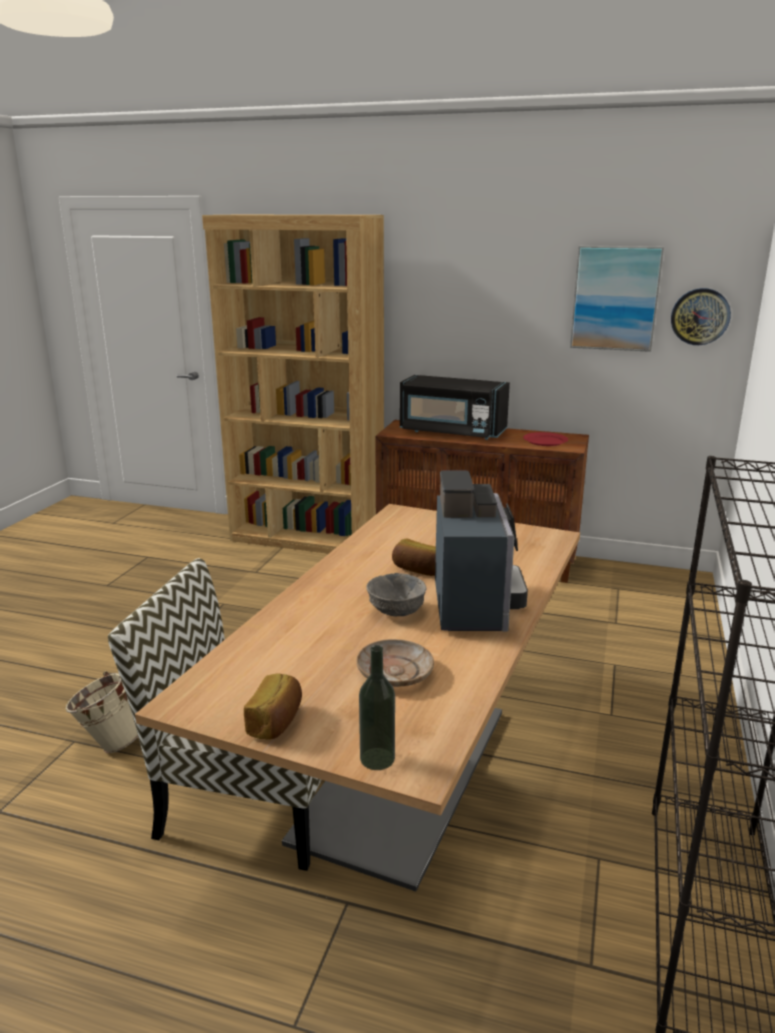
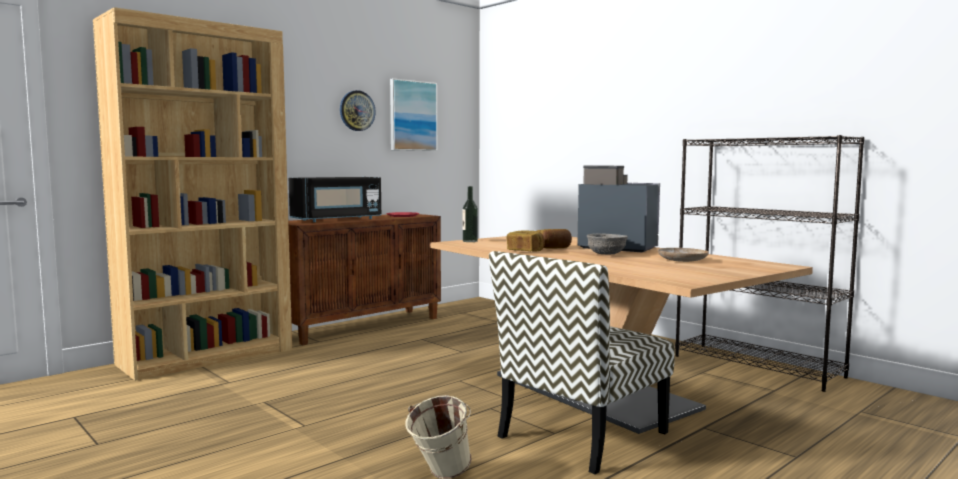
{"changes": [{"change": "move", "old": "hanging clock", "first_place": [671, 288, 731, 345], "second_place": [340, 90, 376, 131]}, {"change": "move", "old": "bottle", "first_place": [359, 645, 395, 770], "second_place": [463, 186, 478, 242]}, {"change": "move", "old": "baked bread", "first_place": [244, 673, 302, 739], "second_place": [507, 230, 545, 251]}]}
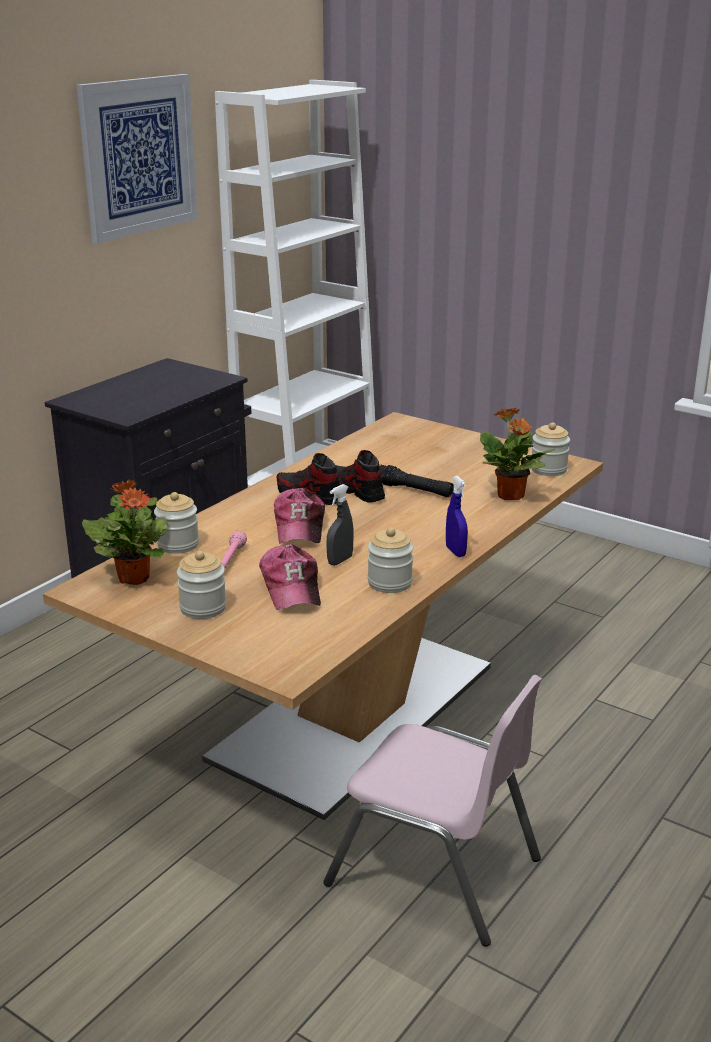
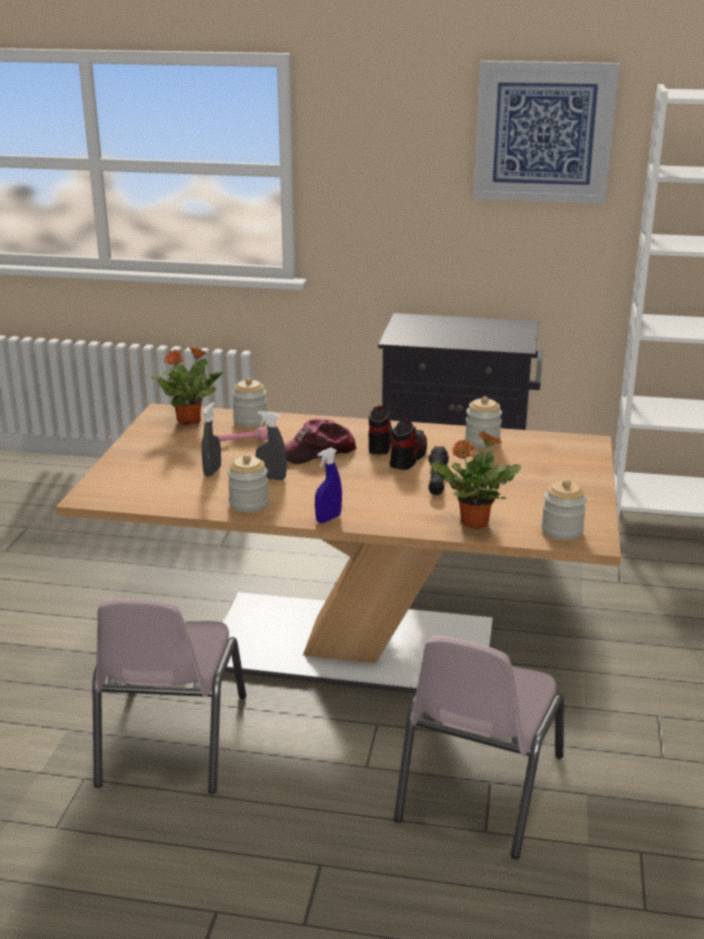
{"changes": [{"change": "replace", "old": "baseball cap", "new": "grey sprayer", "first_place": [259, 544, 321, 610], "second_place": [202, 402, 221, 476]}, {"change": "insert", "new": "pinkish chair", "second_place": [394, 636, 564, 859]}, {"change": "move", "old": "preserve jar", "first_place": [177, 551, 226, 619], "second_place": [465, 396, 502, 448]}]}
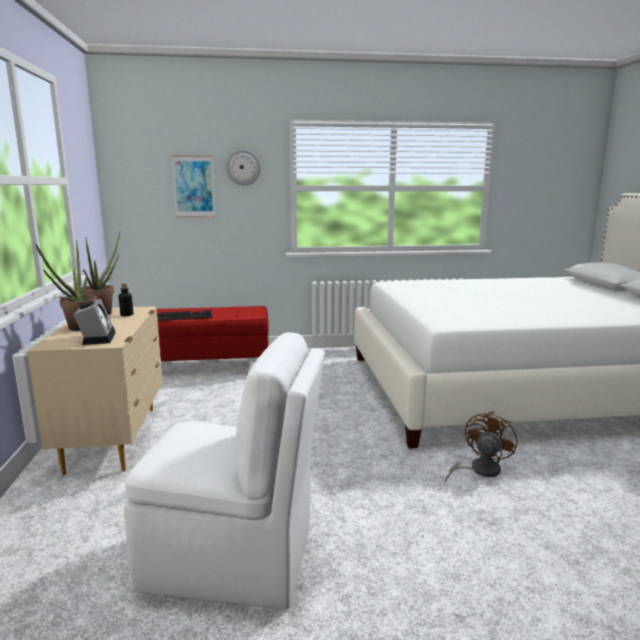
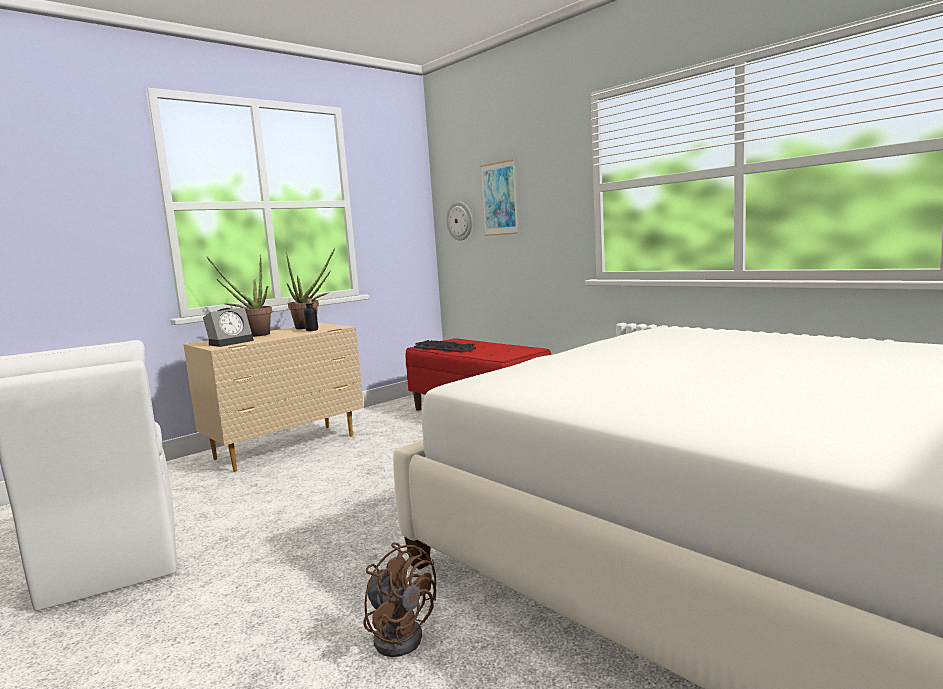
{"changes": [{"change": "rotate", "old": "brownish electric fan", "first_place": [445, 411, 517, 482], "second_place": [364, 542, 436, 657], "degrees": 45}, {"change": "move", "old": "hanging clock", "first_place": [226, 149, 261, 185], "second_place": [446, 201, 472, 241]}]}
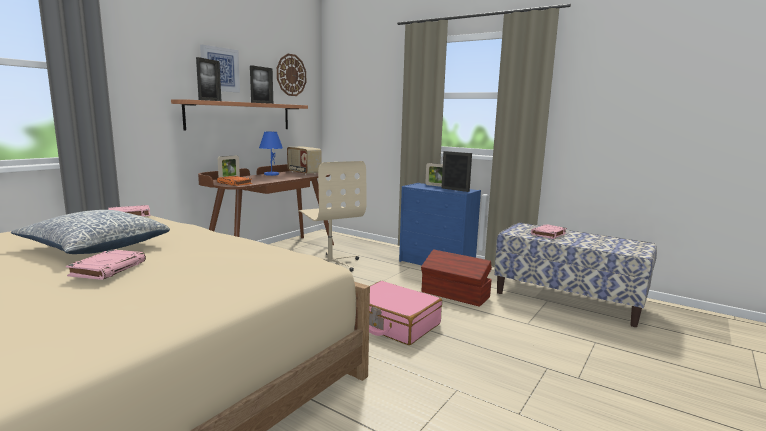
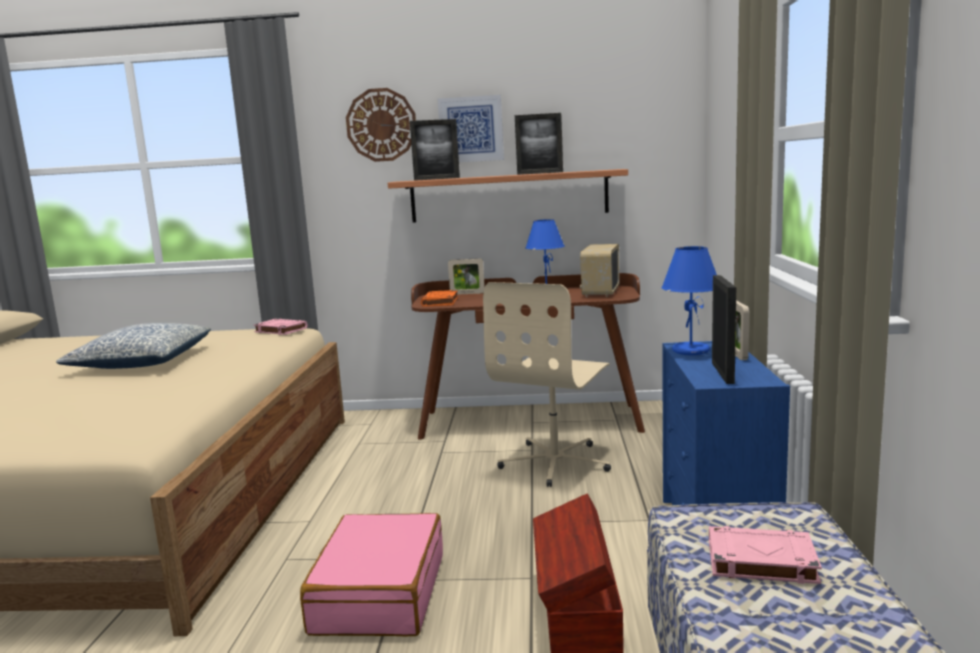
{"changes": [{"change": "move", "old": "hanging clock", "first_place": [277, 54, 306, 96], "second_place": [346, 88, 416, 162]}, {"change": "insert", "new": "bluish lamp for a table", "second_place": [661, 246, 717, 355]}, {"change": "delete", "old": "pinkish volume", "first_place": [66, 249, 146, 280]}]}
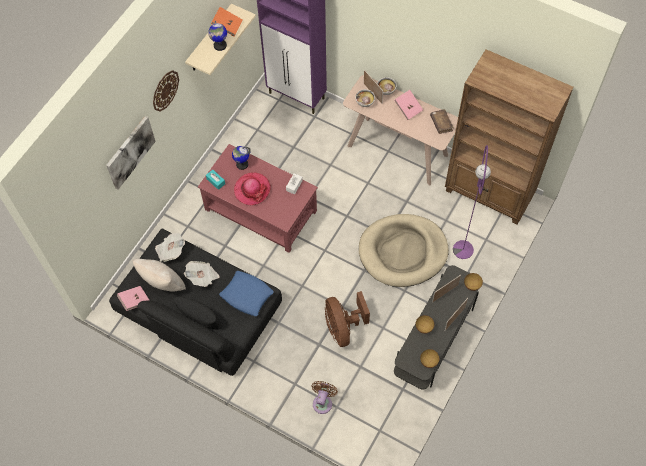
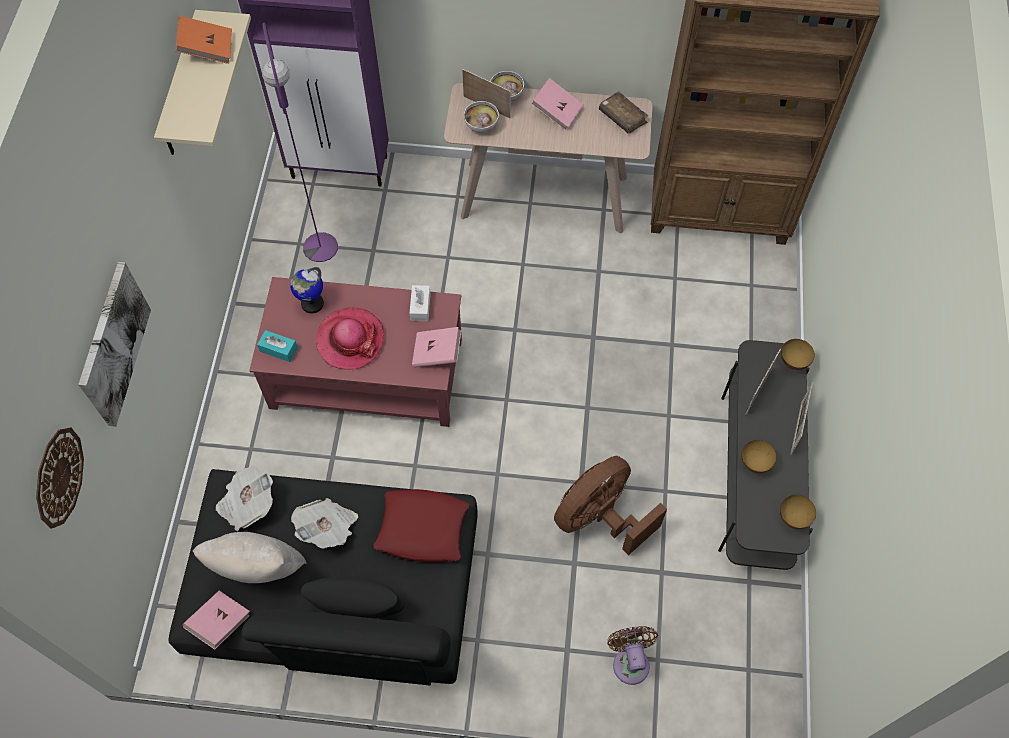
{"changes": [{"change": "move", "old": "hanging clock", "first_place": [153, 70, 179, 112], "second_place": [36, 428, 84, 528]}, {"change": "move", "old": "purple standing lamp", "first_place": [453, 145, 491, 259], "second_place": [262, 22, 338, 262]}, {"change": "recolor", "old": "bluish cushion", "new": "red-coloured cushion", "first_place": [219, 271, 274, 316], "second_place": [373, 489, 469, 562]}, {"change": "insert", "new": "pinkish volume", "second_place": [412, 327, 461, 367]}, {"change": "rotate", "old": "brownish electric fan", "first_place": [325, 291, 370, 347], "second_place": [554, 456, 667, 555], "degrees": 90}, {"change": "delete", "old": "desk globe", "first_place": [208, 20, 227, 51]}, {"change": "delete", "old": "sand-coloured dog bed", "first_place": [359, 214, 449, 287]}]}
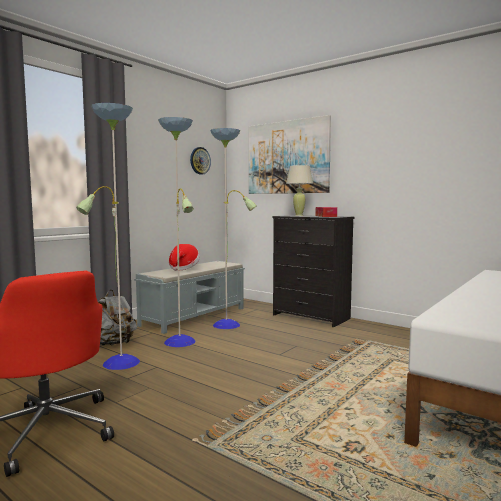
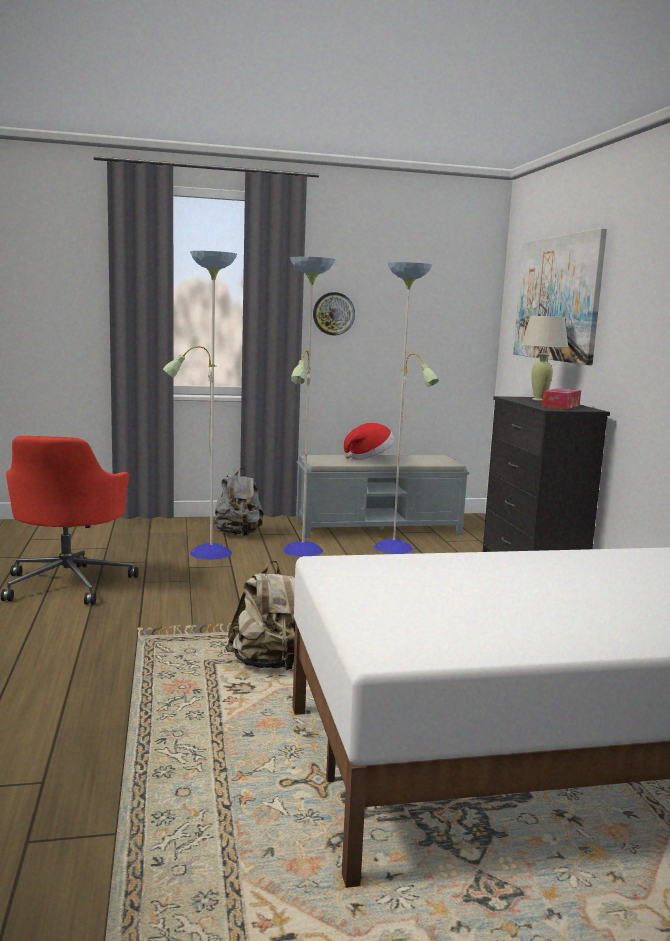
{"changes": [{"change": "insert", "new": "sand-coloured backpack", "second_place": [225, 561, 295, 670]}, {"change": "move", "old": "hanging clock", "first_place": [190, 147, 211, 175], "second_place": [313, 292, 355, 335]}]}
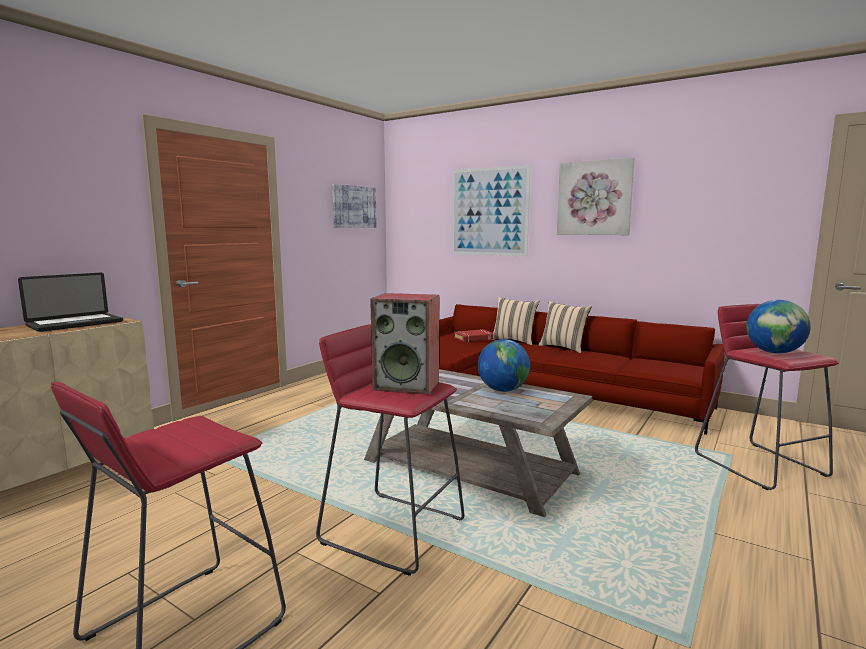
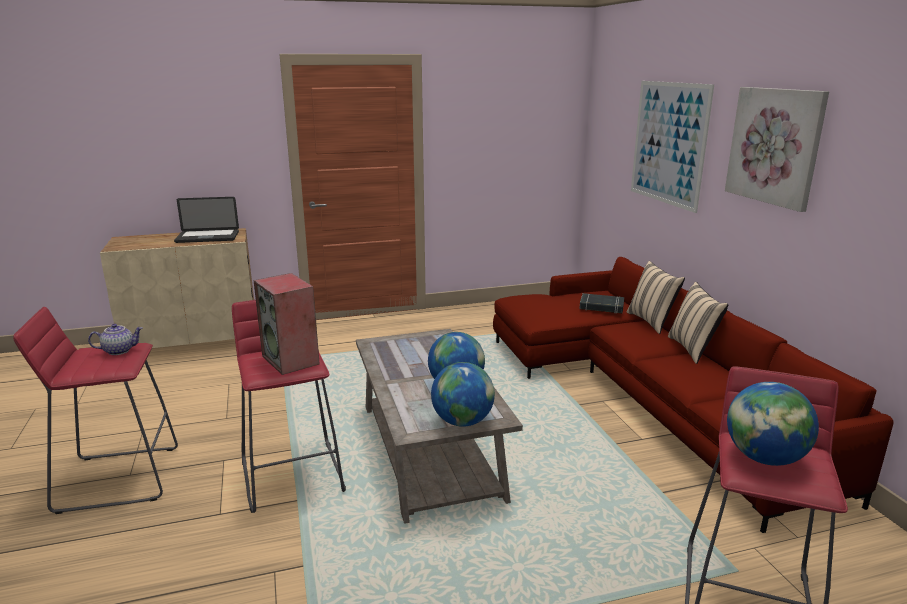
{"changes": [{"change": "insert", "new": "pot for tea", "second_place": [88, 324, 143, 355]}, {"change": "insert", "new": "desk globe", "second_place": [431, 362, 495, 427]}, {"change": "recolor", "old": "red-coloured volume", "new": "black volume", "first_place": [454, 329, 494, 342], "second_place": [579, 293, 624, 313]}, {"change": "delete", "old": "picture", "first_place": [332, 184, 377, 228]}]}
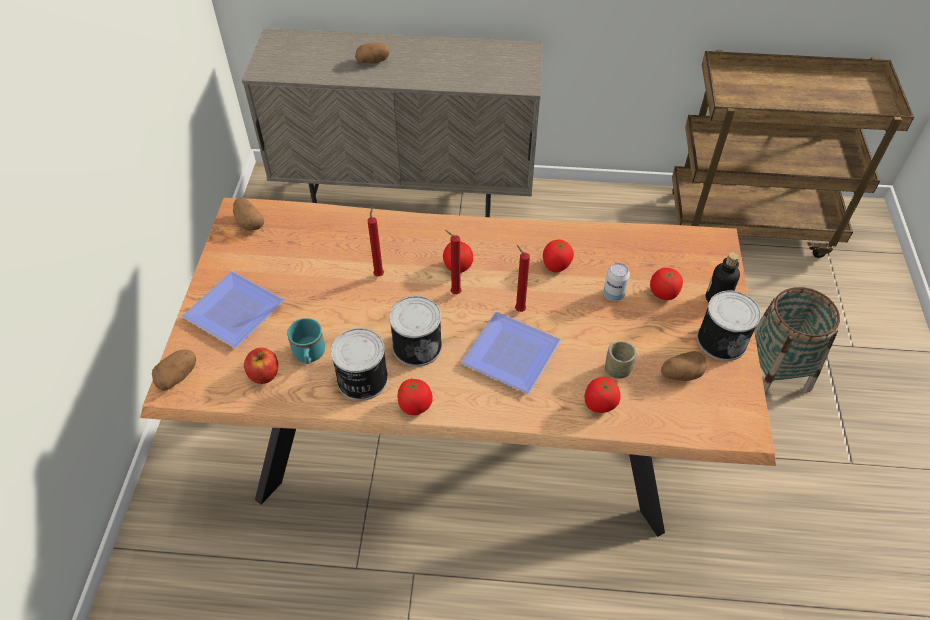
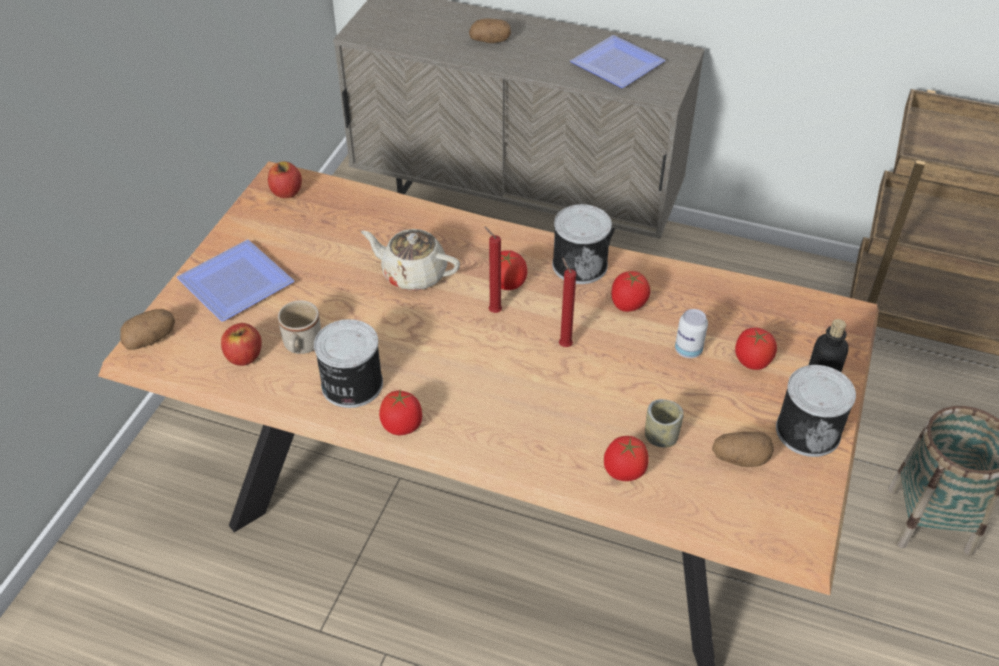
{"changes": [{"change": "replace", "old": "potato", "new": "apple", "first_place": [233, 198, 264, 230], "second_place": [268, 161, 302, 198]}, {"change": "recolor", "old": "turquoise coffee mug", "new": "sand-coloured coffee mug", "first_place": [287, 318, 325, 364], "second_place": [278, 300, 321, 354]}, {"change": "replace", "old": "red-coloured candle", "new": "sand-coloured pot for tea", "first_place": [367, 207, 384, 277], "second_place": [361, 229, 460, 291]}, {"change": "move", "old": "metal can", "first_place": [389, 296, 442, 367], "second_place": [552, 204, 612, 284]}, {"change": "move", "old": "flat dish", "first_place": [461, 312, 561, 394], "second_place": [570, 35, 666, 88]}]}
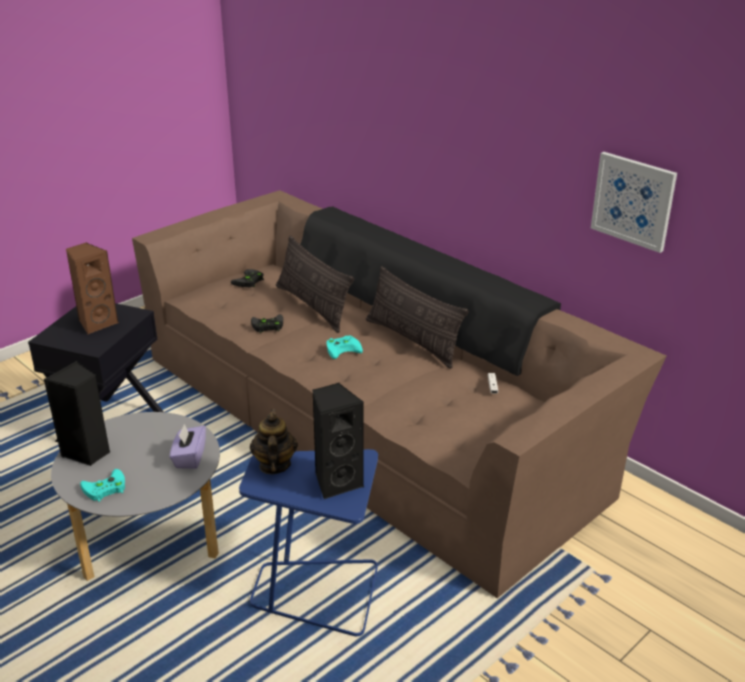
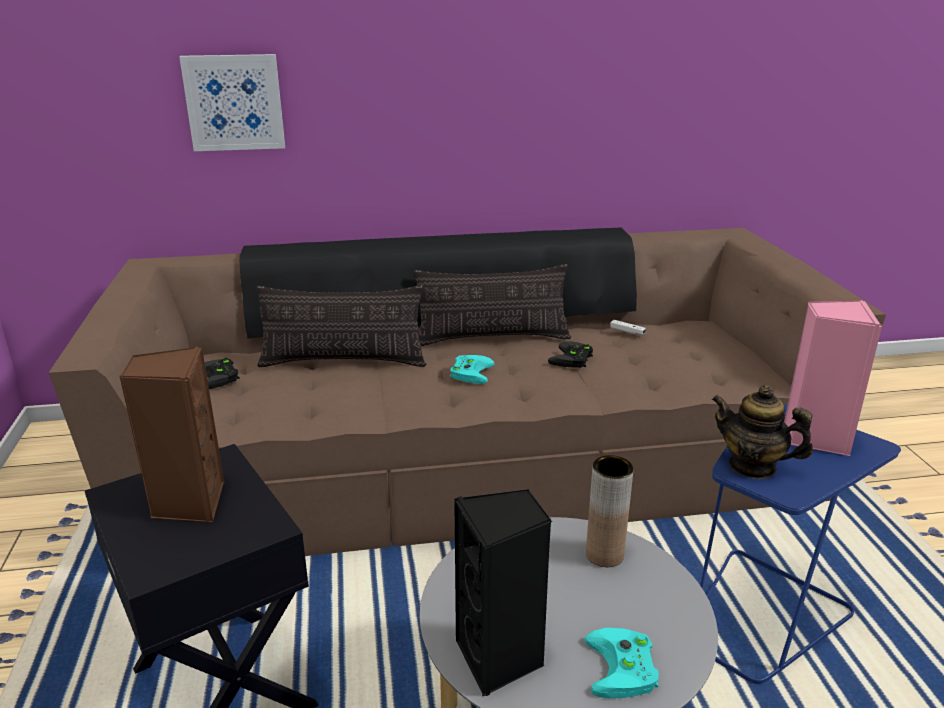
{"changes": [{"change": "move", "old": "picture", "first_place": [591, 152, 677, 253], "second_place": [179, 54, 285, 151]}, {"change": "move", "old": "black game controller", "first_place": [251, 314, 283, 333], "second_place": [548, 341, 593, 368]}, {"change": "replace", "old": "purple box of tissues", "new": "brownish vase", "first_place": [170, 424, 206, 469], "second_place": [586, 455, 633, 567]}, {"change": "recolor", "old": "black audio speaker", "new": "pinkish audio speaker", "first_place": [312, 383, 364, 500], "second_place": [784, 300, 882, 456]}]}
